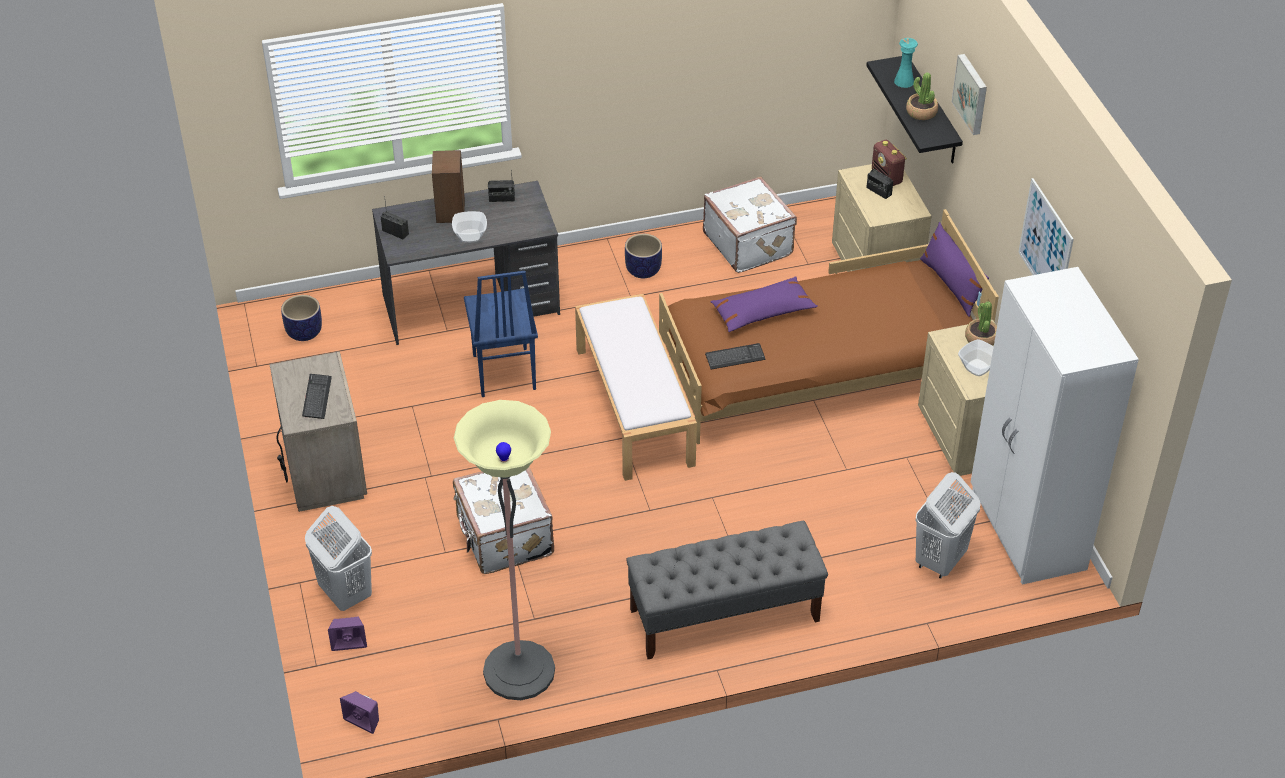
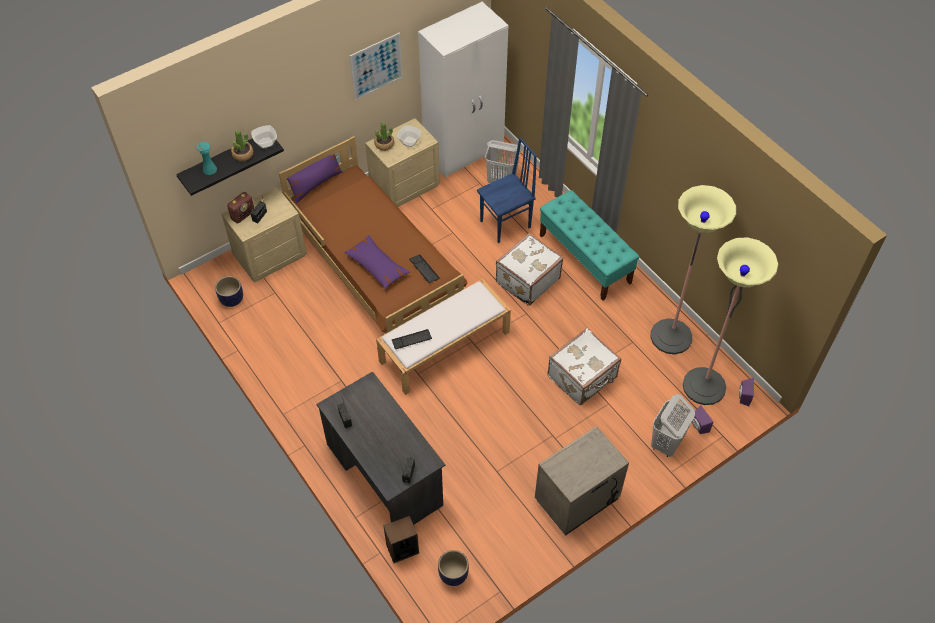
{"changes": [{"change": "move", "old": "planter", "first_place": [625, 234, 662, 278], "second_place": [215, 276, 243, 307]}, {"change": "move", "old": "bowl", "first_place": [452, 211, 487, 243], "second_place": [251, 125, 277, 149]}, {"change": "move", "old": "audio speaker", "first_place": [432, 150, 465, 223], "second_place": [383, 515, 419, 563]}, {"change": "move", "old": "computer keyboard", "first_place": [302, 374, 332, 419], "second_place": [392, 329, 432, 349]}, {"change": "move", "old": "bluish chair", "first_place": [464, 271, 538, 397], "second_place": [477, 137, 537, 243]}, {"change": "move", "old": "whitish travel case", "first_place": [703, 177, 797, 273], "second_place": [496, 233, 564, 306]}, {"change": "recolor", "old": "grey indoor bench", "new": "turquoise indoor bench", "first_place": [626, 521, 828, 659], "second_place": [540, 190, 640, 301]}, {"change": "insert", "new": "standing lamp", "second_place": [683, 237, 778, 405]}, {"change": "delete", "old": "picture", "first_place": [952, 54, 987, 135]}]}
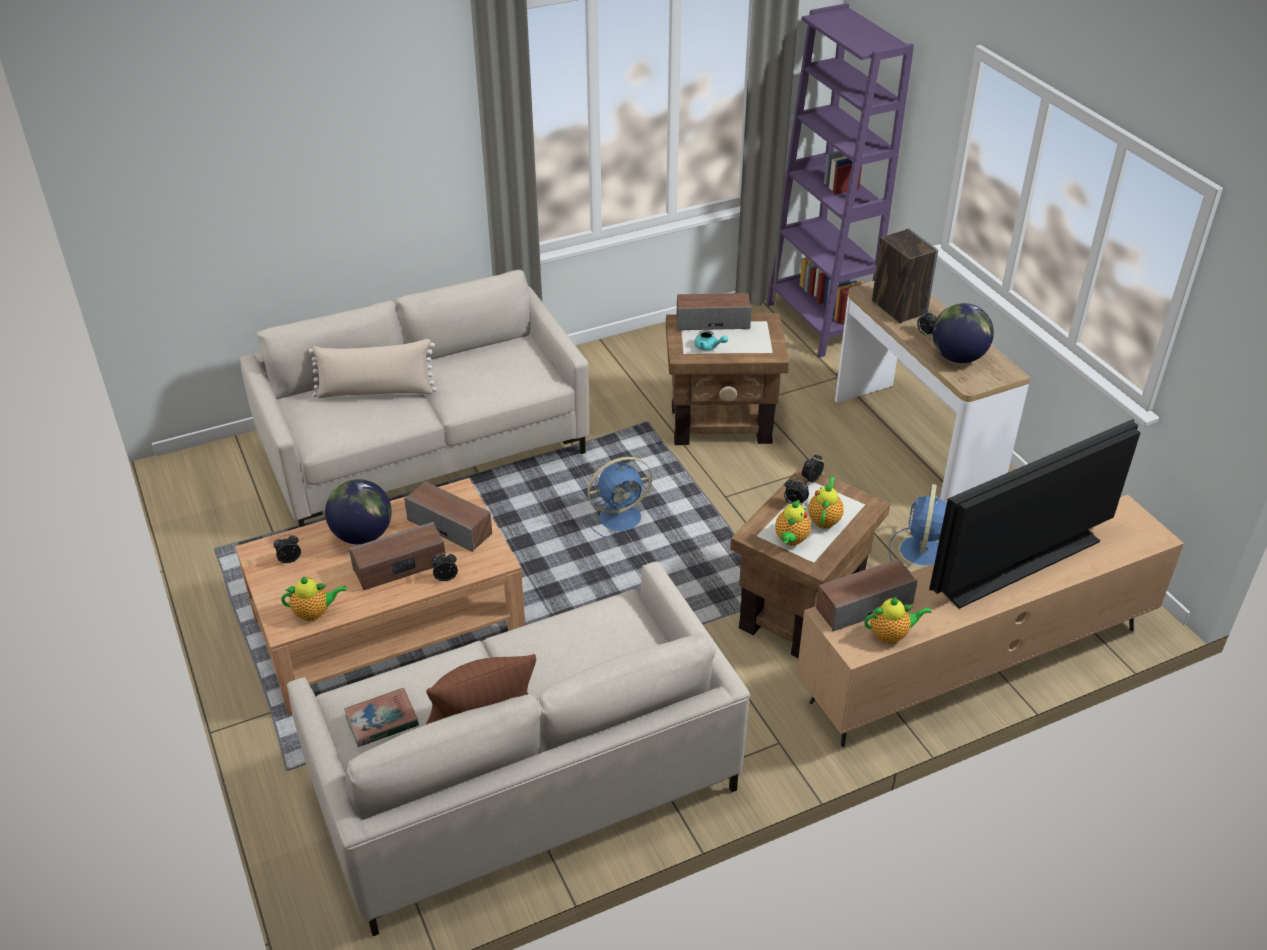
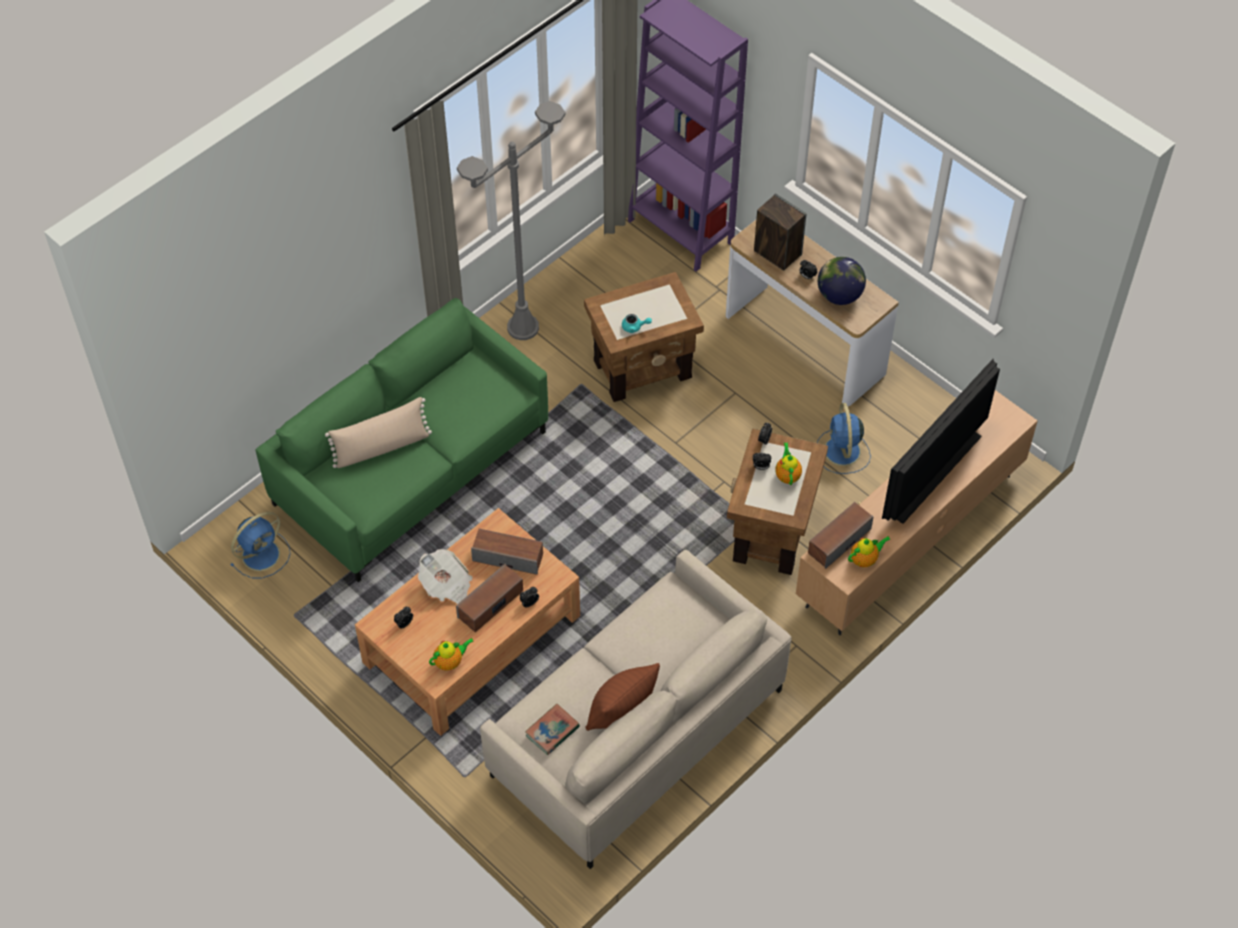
{"changes": [{"change": "move", "old": "bluish electric fan", "first_place": [583, 457, 652, 539], "second_place": [231, 512, 290, 578]}, {"change": "recolor", "old": "sand-coloured settee", "new": "green settee", "first_place": [240, 270, 589, 527], "second_place": [255, 298, 548, 582]}, {"change": "replace", "old": "desk globe", "new": "printed paper", "first_place": [325, 479, 392, 544], "second_place": [418, 549, 473, 604]}, {"change": "insert", "new": "grey standing lamp", "second_place": [457, 101, 566, 340]}, {"change": "delete", "old": "audio speaker", "first_place": [677, 293, 752, 330]}, {"change": "delete", "old": "pot for tea", "first_place": [775, 499, 811, 546]}]}
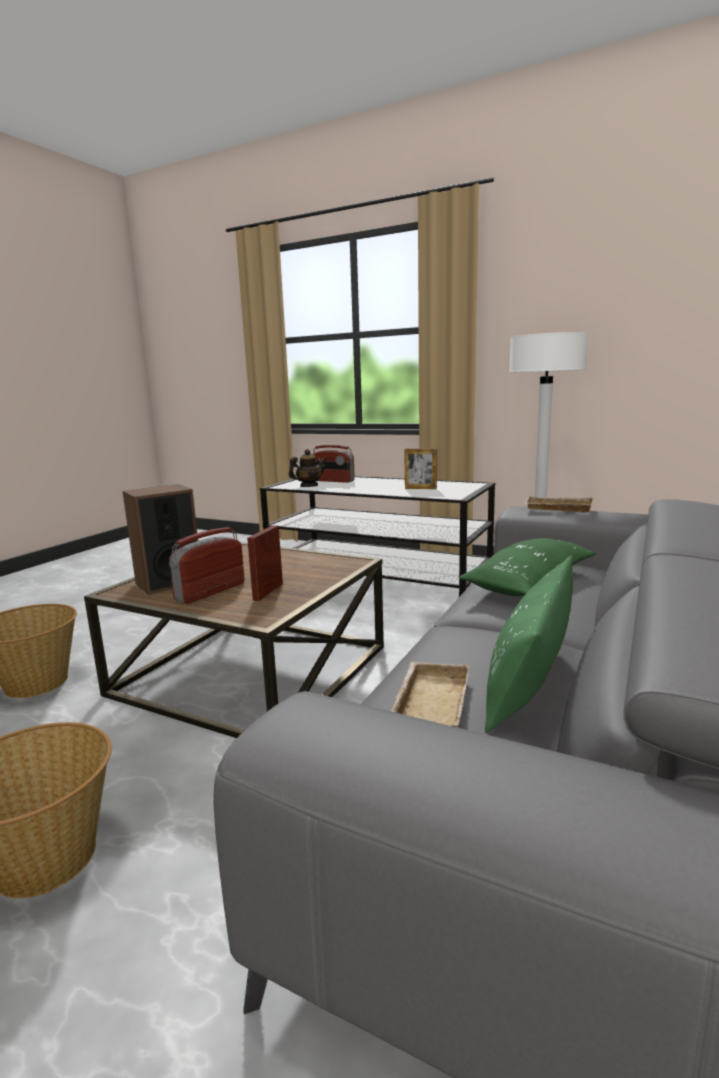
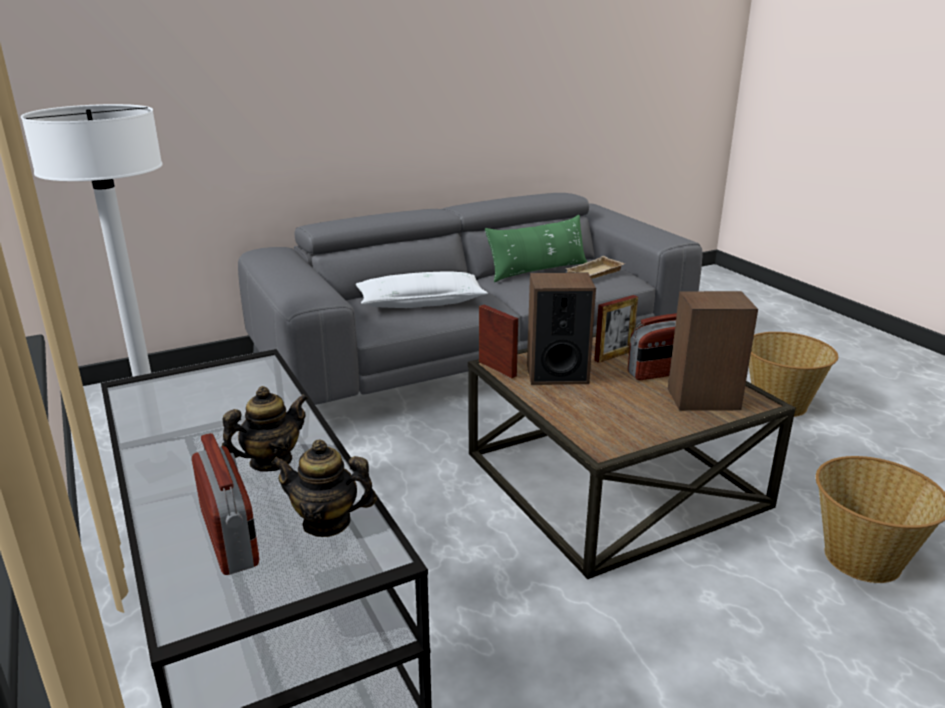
{"changes": [{"change": "insert", "new": "pot for tea", "second_place": [222, 386, 308, 471]}, {"change": "recolor", "old": "green cushion", "new": "whitish cushion", "first_place": [459, 538, 596, 596], "second_place": [356, 271, 488, 308]}, {"change": "move", "old": "picture frame", "first_place": [404, 448, 437, 489], "second_place": [479, 305, 518, 378]}, {"change": "insert", "new": "audio speaker", "second_place": [527, 272, 596, 385]}, {"change": "delete", "old": "sand-coloured tray", "first_place": [525, 496, 595, 512]}]}
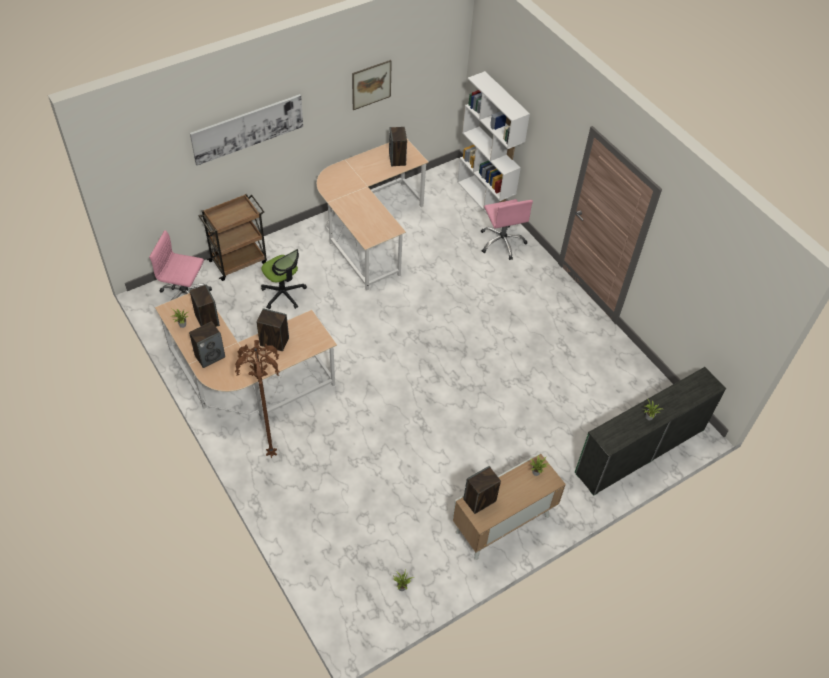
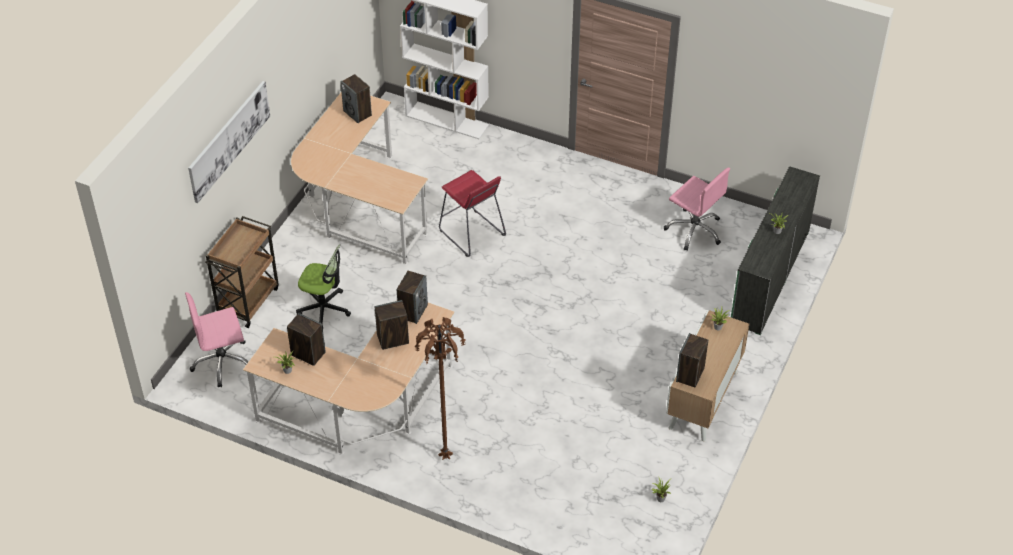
{"changes": [{"change": "move", "old": "audio speaker", "first_place": [189, 321, 225, 368], "second_place": [397, 271, 428, 324]}, {"change": "insert", "new": "red-coloured sitting stool", "second_place": [439, 170, 506, 257]}, {"change": "move", "old": "pinkish office chair", "first_place": [481, 199, 533, 260], "second_place": [664, 167, 730, 251]}, {"change": "delete", "old": "picture", "first_place": [352, 60, 392, 110]}]}
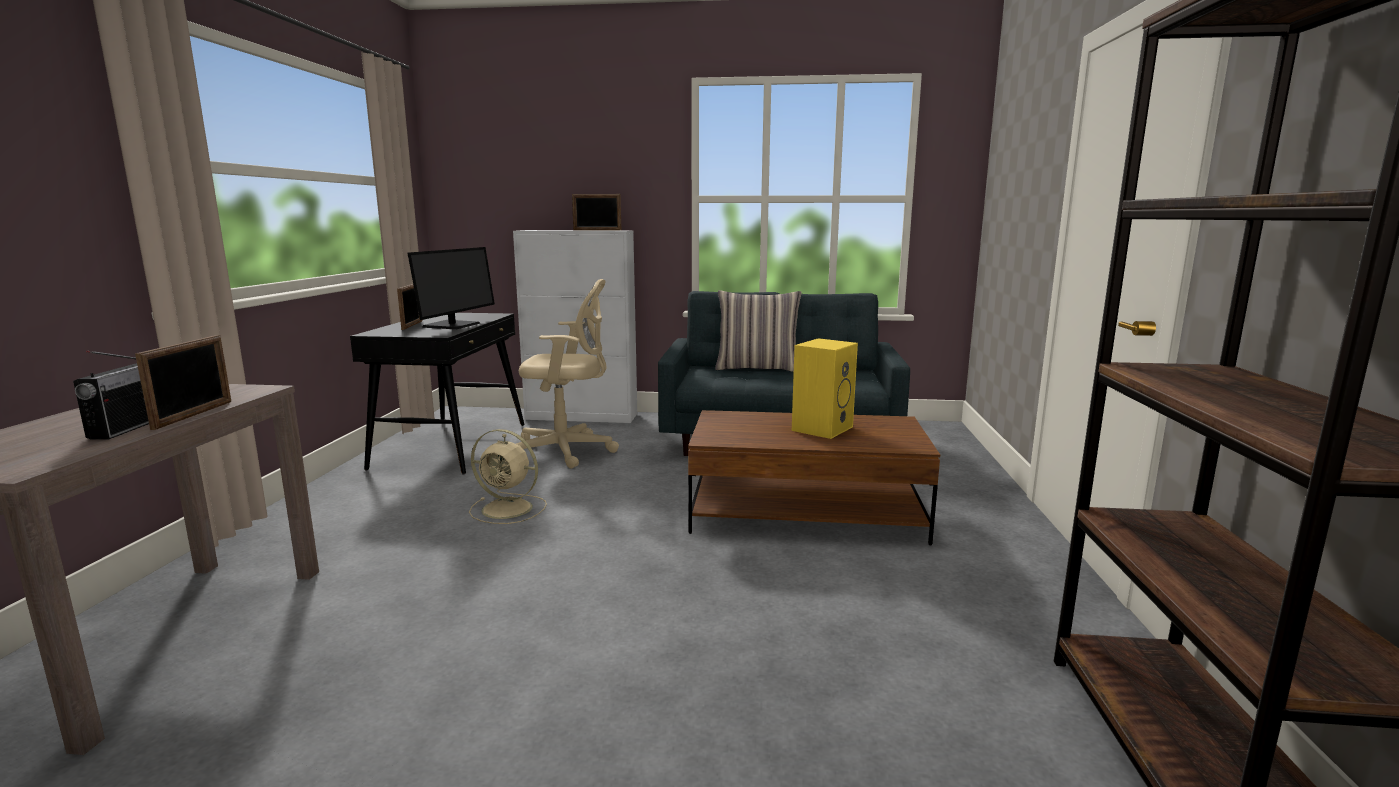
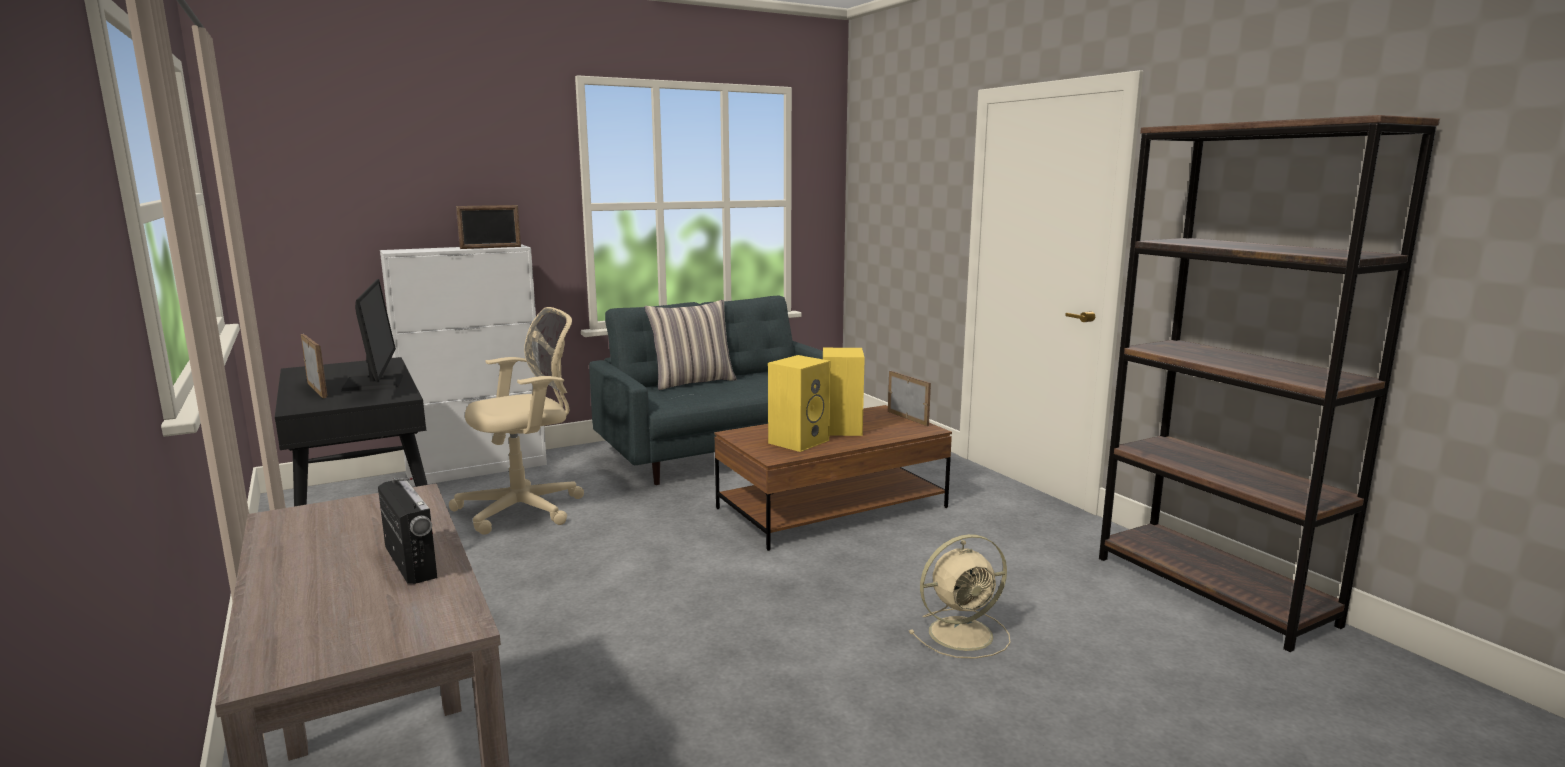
{"changes": [{"change": "insert", "new": "yellow-coloured audio speaker", "second_place": [768, 355, 830, 452]}, {"change": "move", "old": "picture frame", "first_place": [135, 335, 231, 430], "second_place": [888, 371, 931, 426]}, {"change": "move", "old": "sand-coloured electric fan", "first_place": [469, 429, 547, 524], "second_place": [909, 534, 1010, 659]}]}
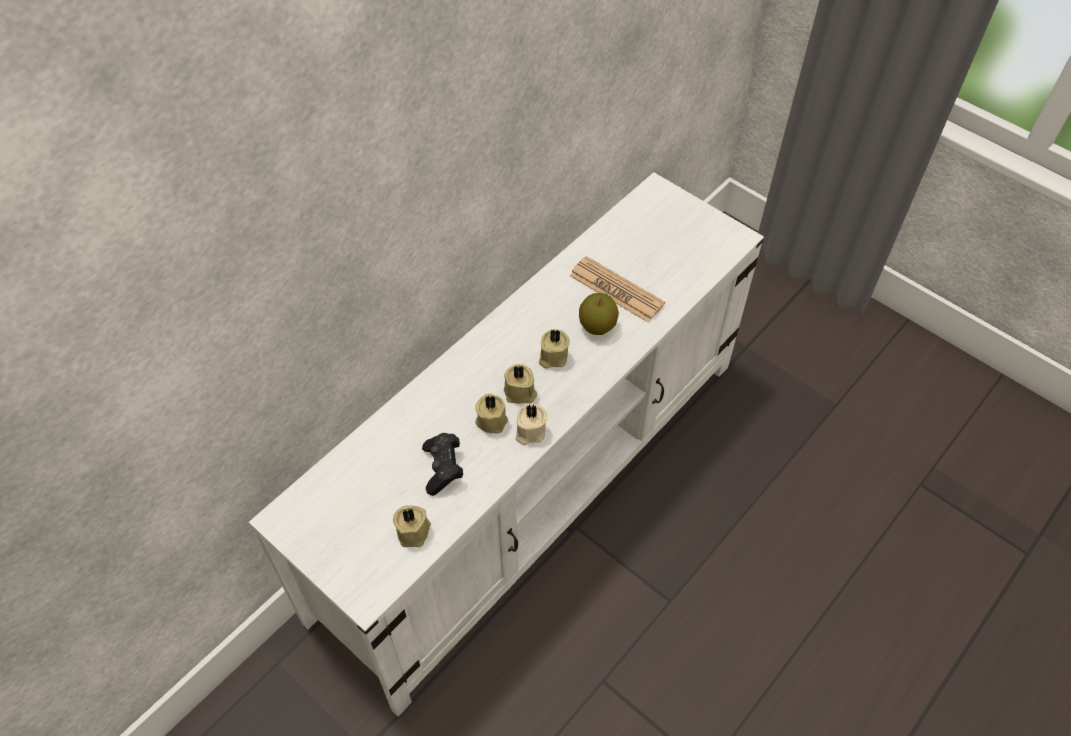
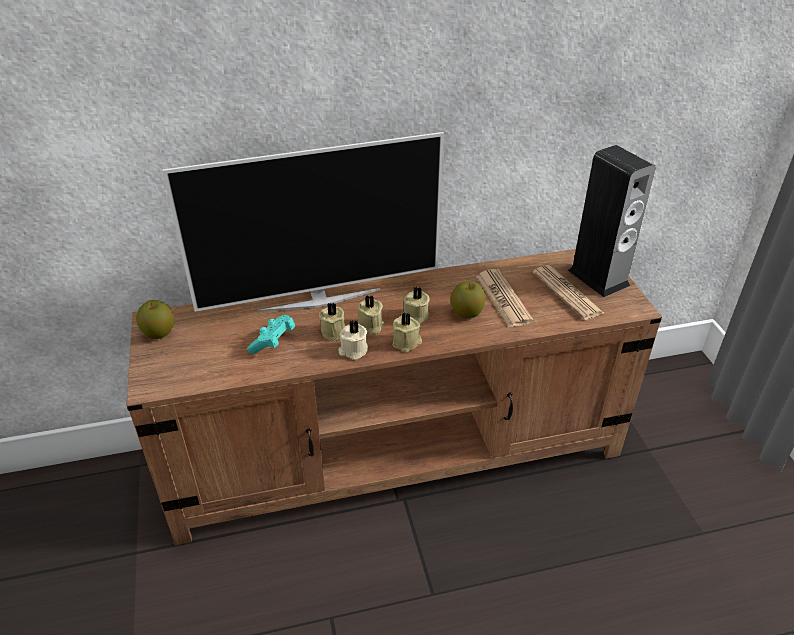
{"changes": [{"change": "recolor", "old": "whitish media console", "new": "brownish media console", "first_place": [249, 172, 764, 717], "second_place": [126, 249, 662, 545]}, {"change": "insert", "new": "apple", "second_place": [136, 300, 175, 339]}, {"change": "insert", "new": "TV", "second_place": [162, 132, 444, 312]}, {"change": "recolor", "old": "black game controller", "new": "turquoise game controller", "first_place": [422, 433, 463, 496], "second_place": [247, 315, 295, 354]}, {"change": "move", "old": "sand-coloured candle", "first_place": [393, 505, 431, 548], "second_place": [393, 312, 422, 352]}, {"change": "insert", "new": "printed paper", "second_place": [533, 265, 604, 320]}, {"change": "insert", "new": "audio speaker", "second_place": [568, 145, 655, 297]}]}
